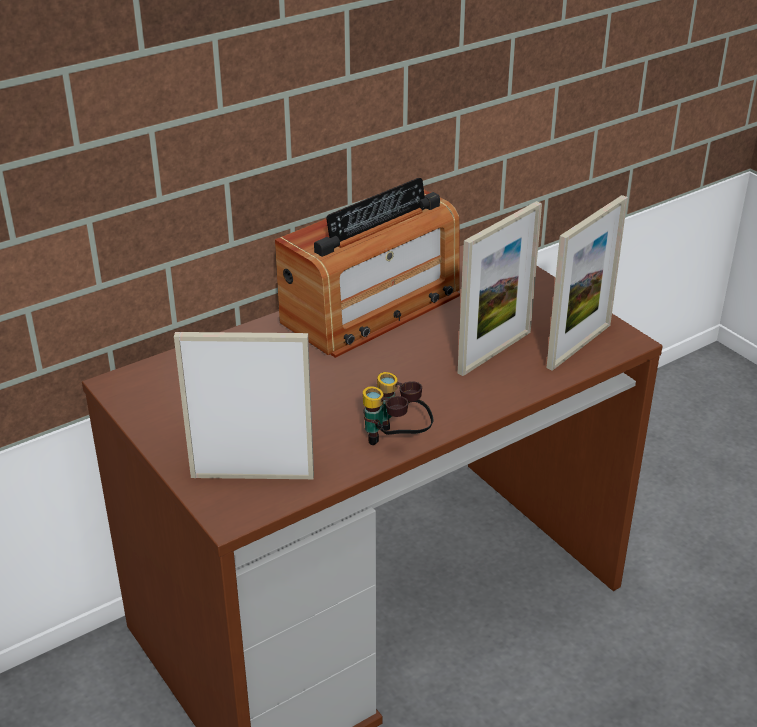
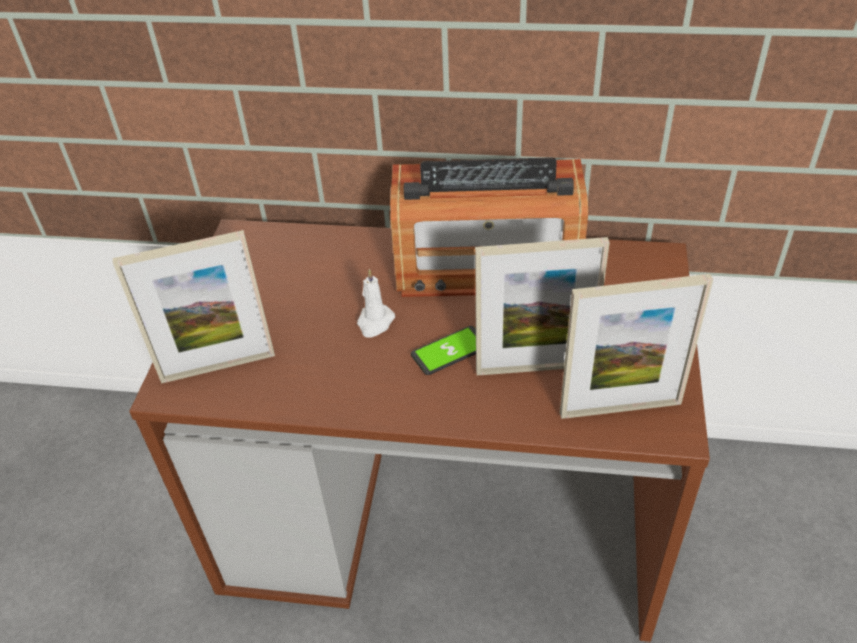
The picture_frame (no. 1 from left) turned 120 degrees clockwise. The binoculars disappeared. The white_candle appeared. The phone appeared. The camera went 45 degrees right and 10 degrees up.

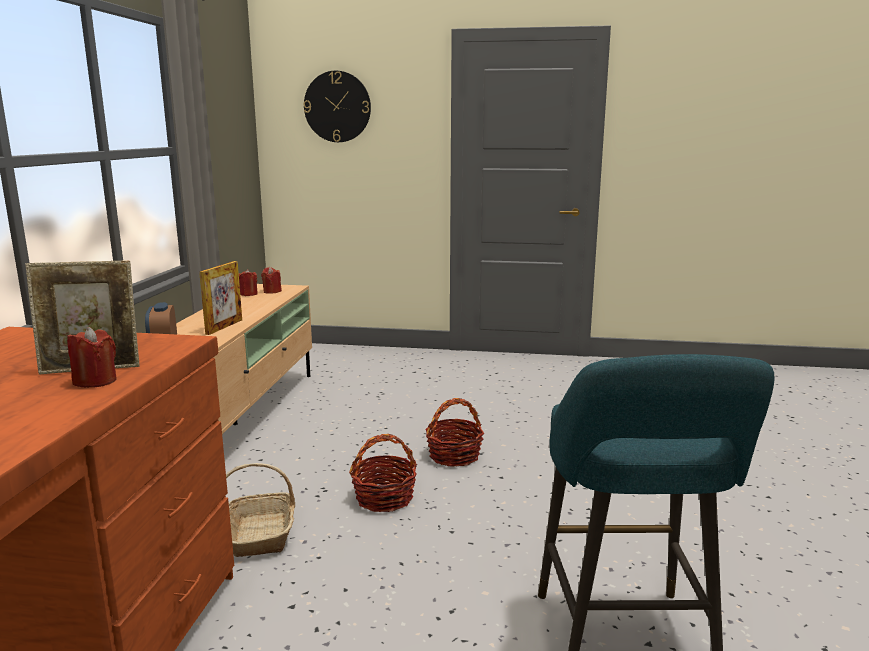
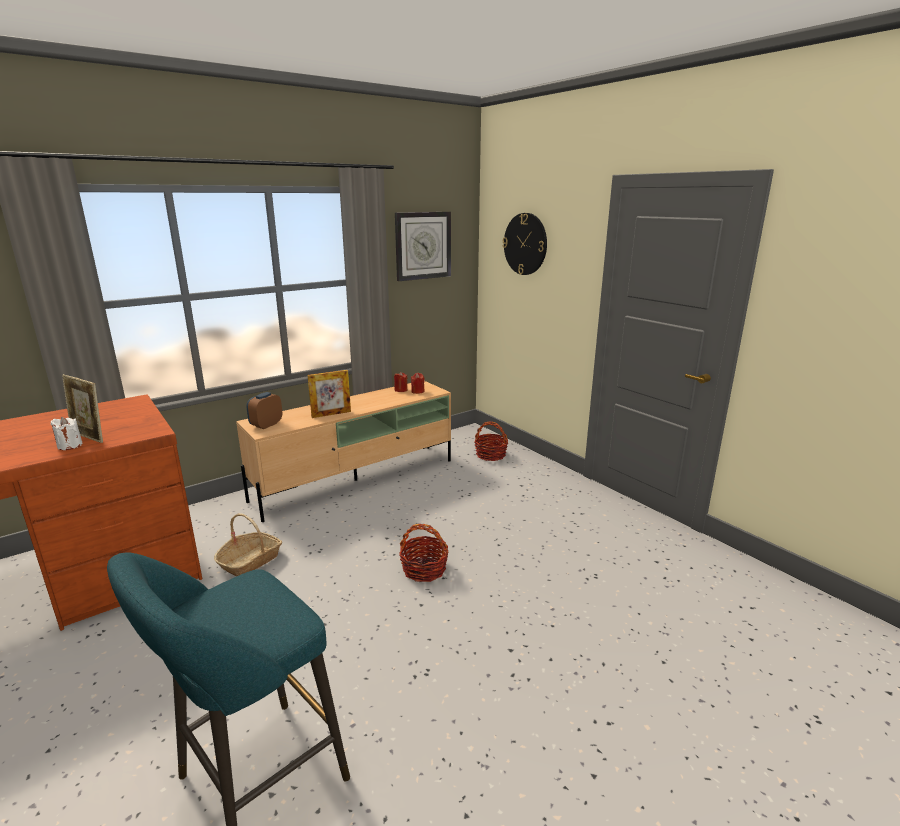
The red_candle (no. 1 from left) became the white_candle. The basket (no. 2 from left in the first image) moved. The wall_clock (no. 1 from left) appeared. The camera went 45 degrees right and 5 degrees up.

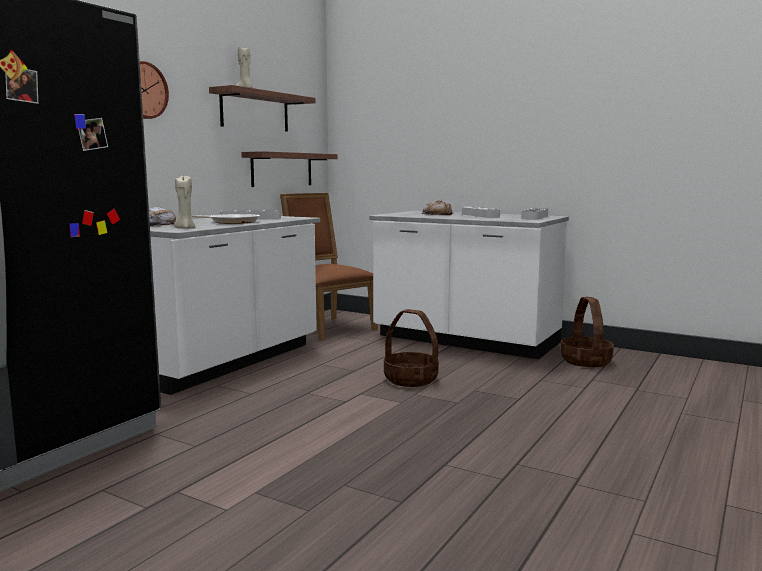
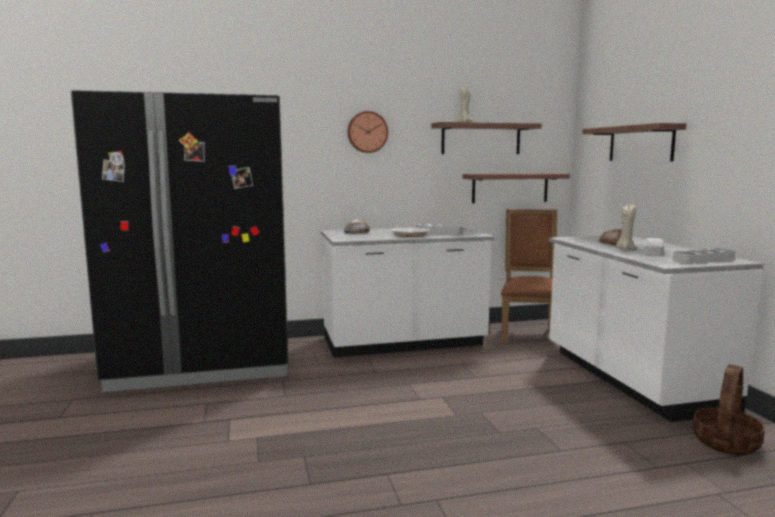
The beige_candle (no. 1 from left in the first image) moved. The basket (no. 1 from left) disappeared. The shelf (no. 3 from left) appeared. The camera went 45 degrees right and 0 degrees up.

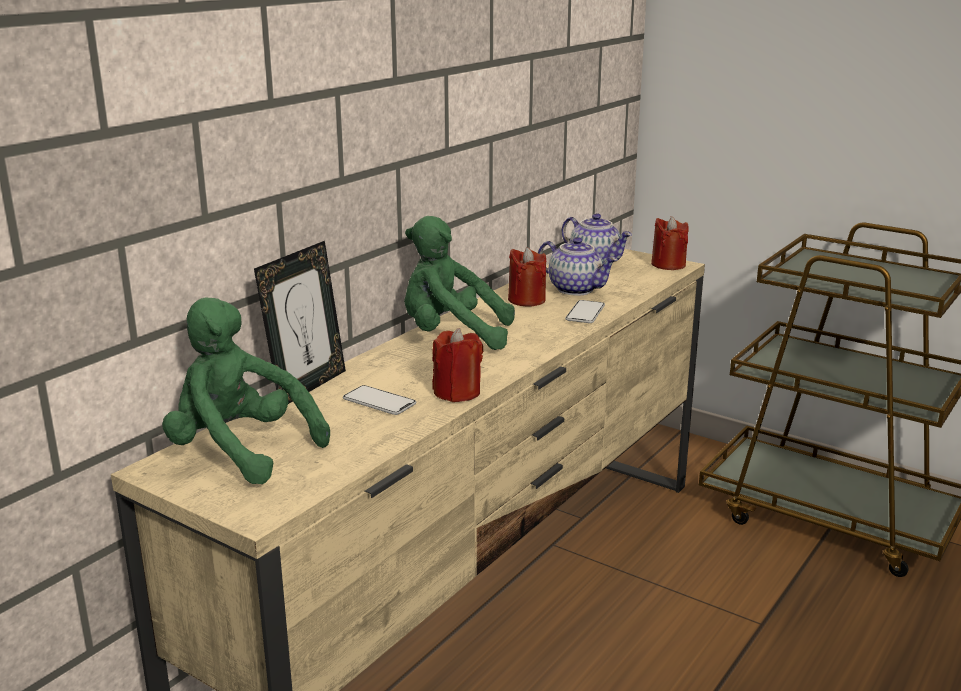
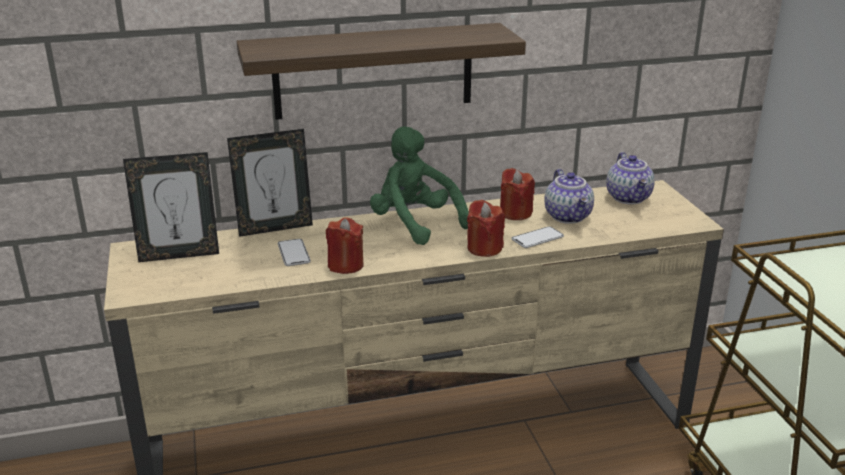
The red_candle (no. 3 from left in the first image) moved. The green_plush_toy (no. 1 from left) was replaced by the picture_frame (no. 1 from left). The shelf appeared. The camera went 40 degrees right and 5 degrees up.

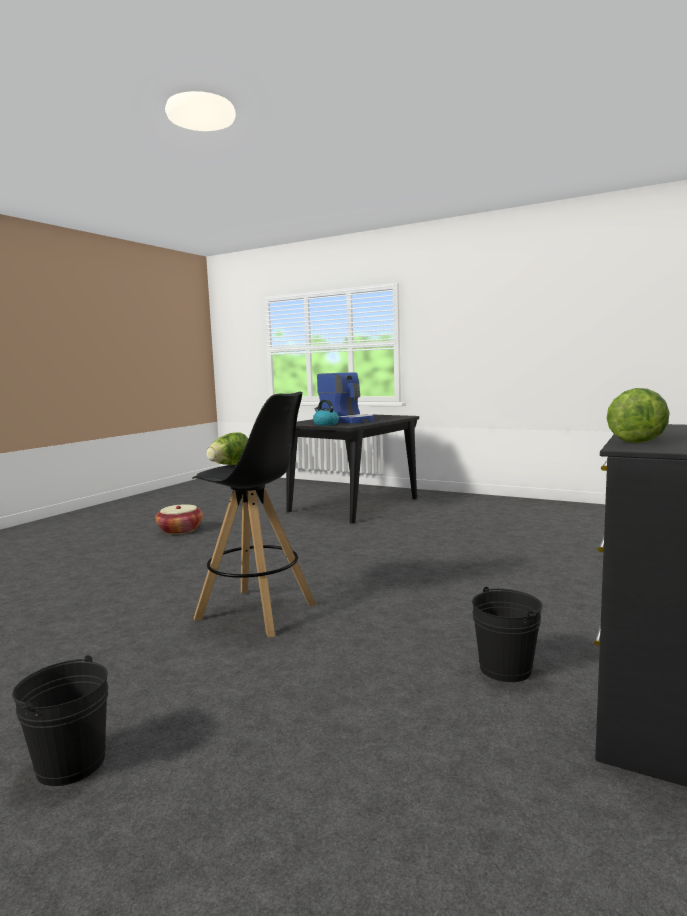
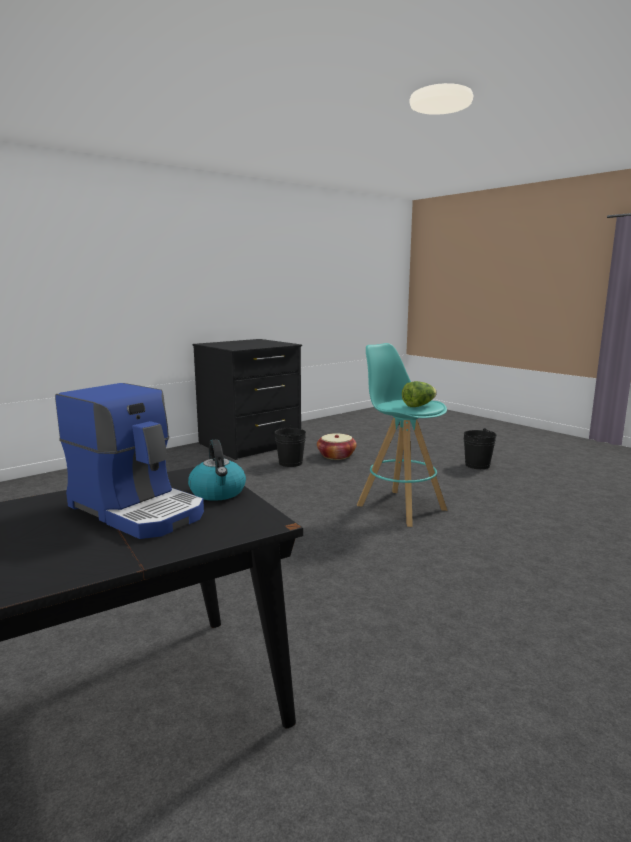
The coffee_machine turned 150 degrees clockwise. The lettuce (no. 2 from left) disappeared. The black_stool became the turquoise_stool. The basket moved. The camera went 160 degrees left and 5 degrees up.

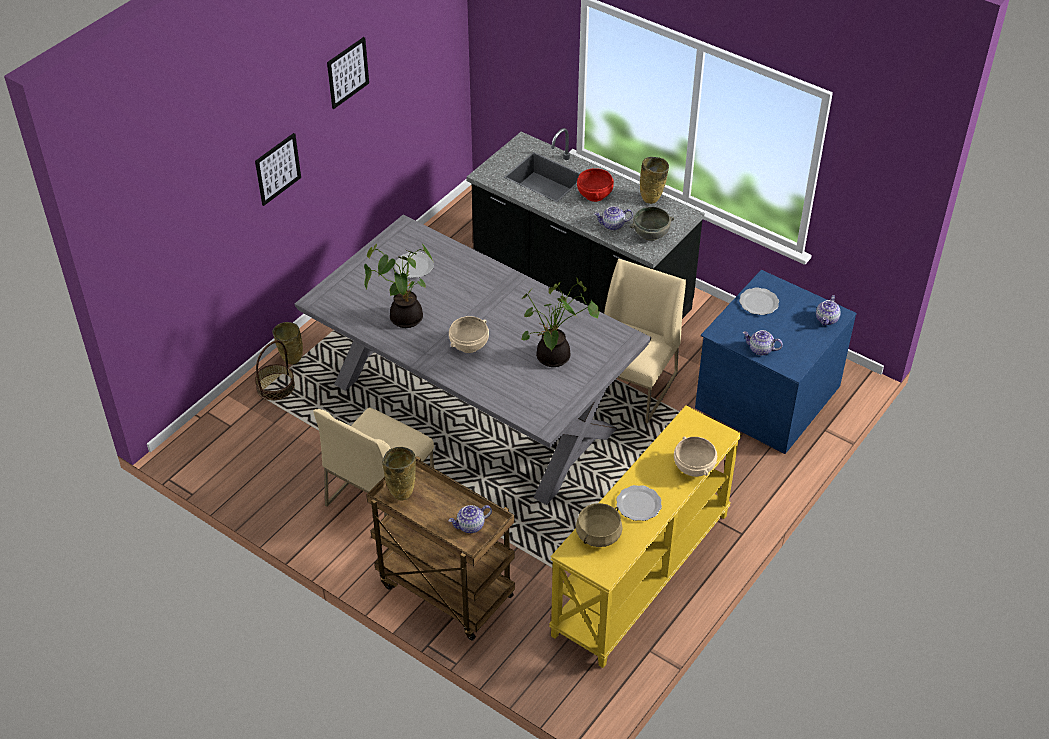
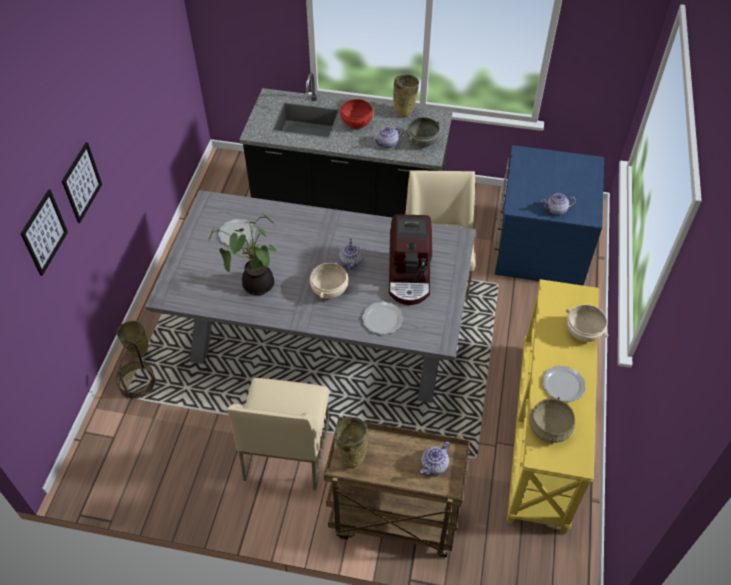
The picture (no. 2 from left in the first image) moved. The potted_plant (no. 2 from left) was replaced by the coffee_machine. The plate (no. 3 from left in the first image) moved. The teapot (no. 4 from left in the first image) moved. The camera went 25 degrees left and 5 degrees up.

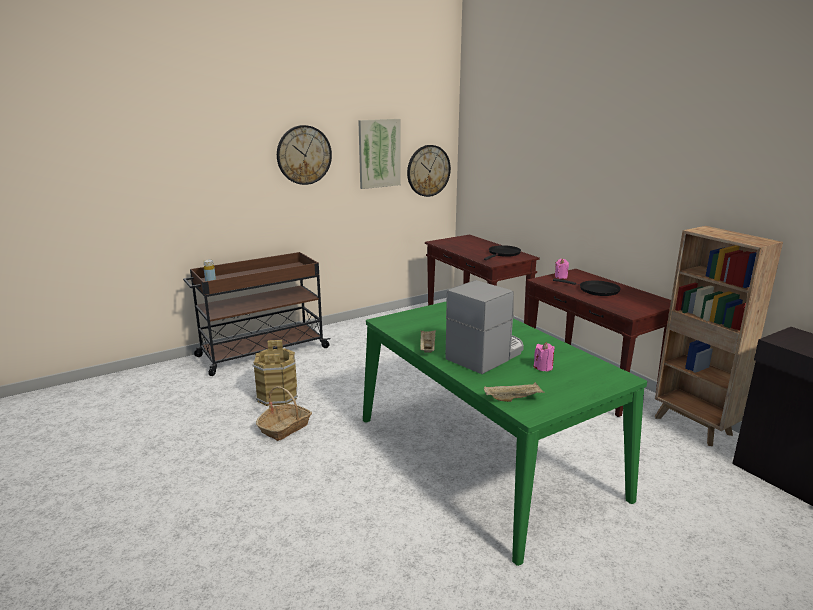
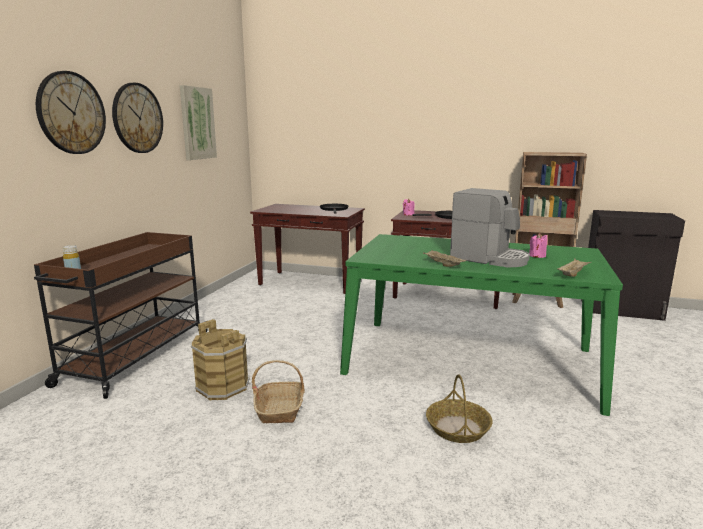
The wall_clock (no. 2 from left in the first image) moved. The coffee_machine turned 120 degrees clockwise. The basket (no. 2 from left) appeared. The camera went 40 degrees left and 5 degrees down.

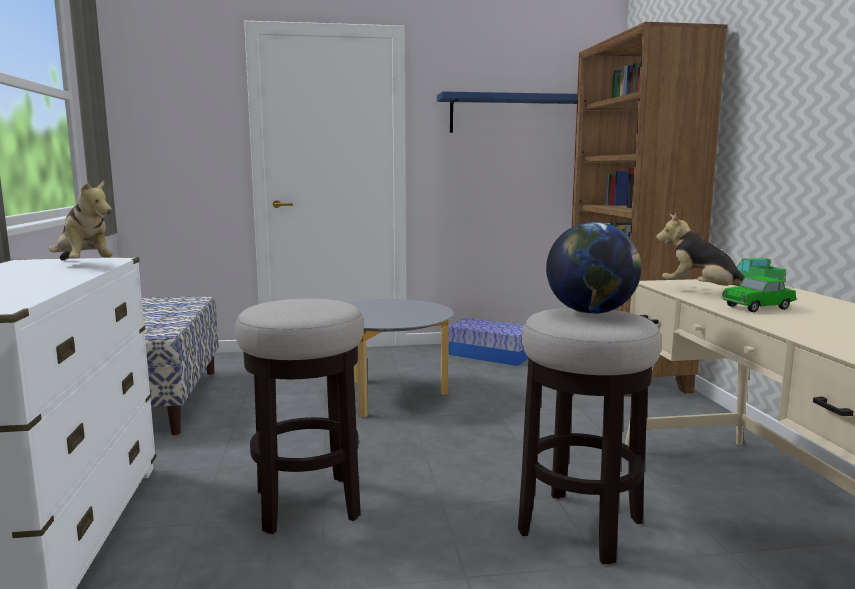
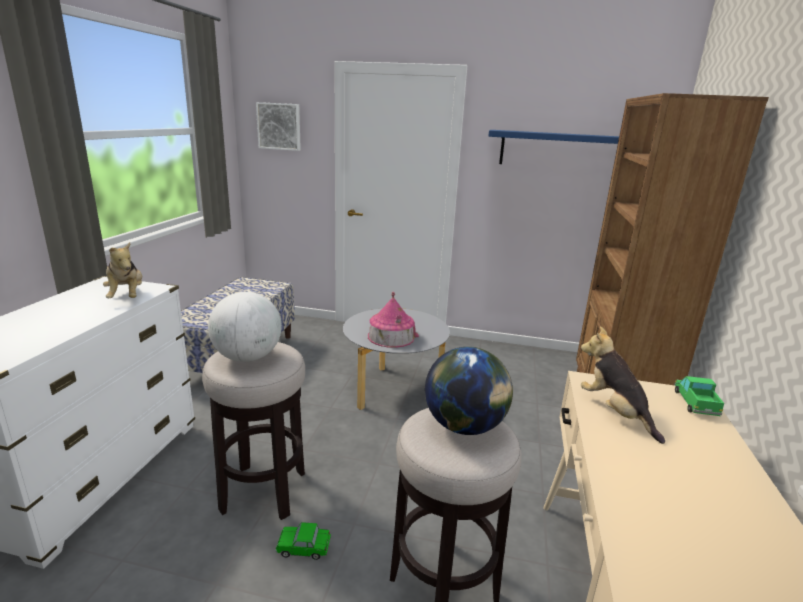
The toy_car moved. The storage_box disappeared. The picture appeared. The globe (no. 1 from left) appeared. The toy_house appeared. The camera went 20 degrees right and 10 degrees up.

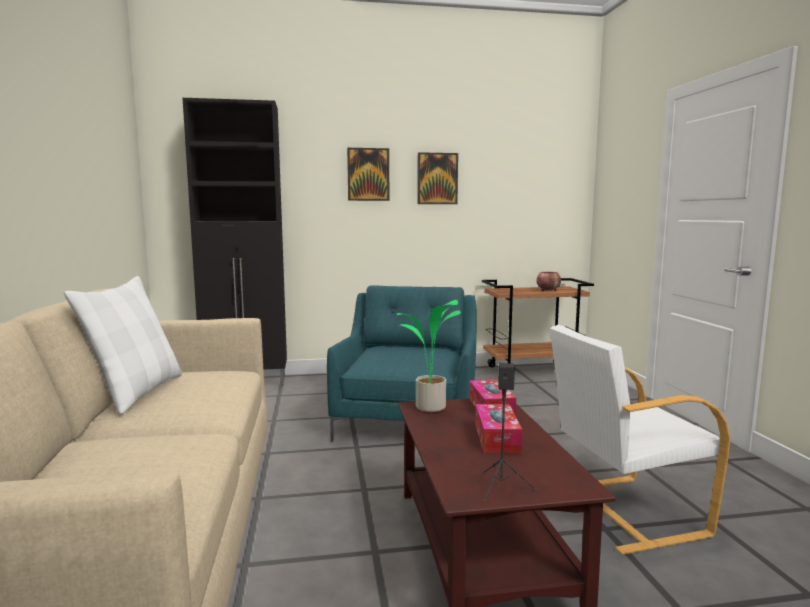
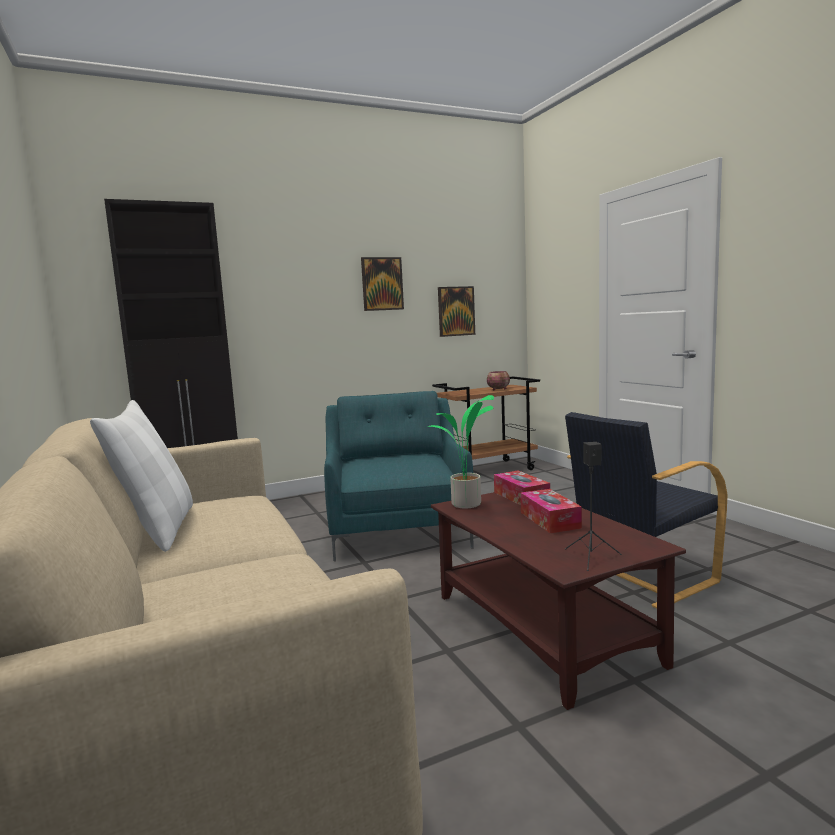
The picture (no. 1 from left in the first image) moved. The white_armchair became the black_armchair. The camera went 15 degrees left and 0 degrees up.

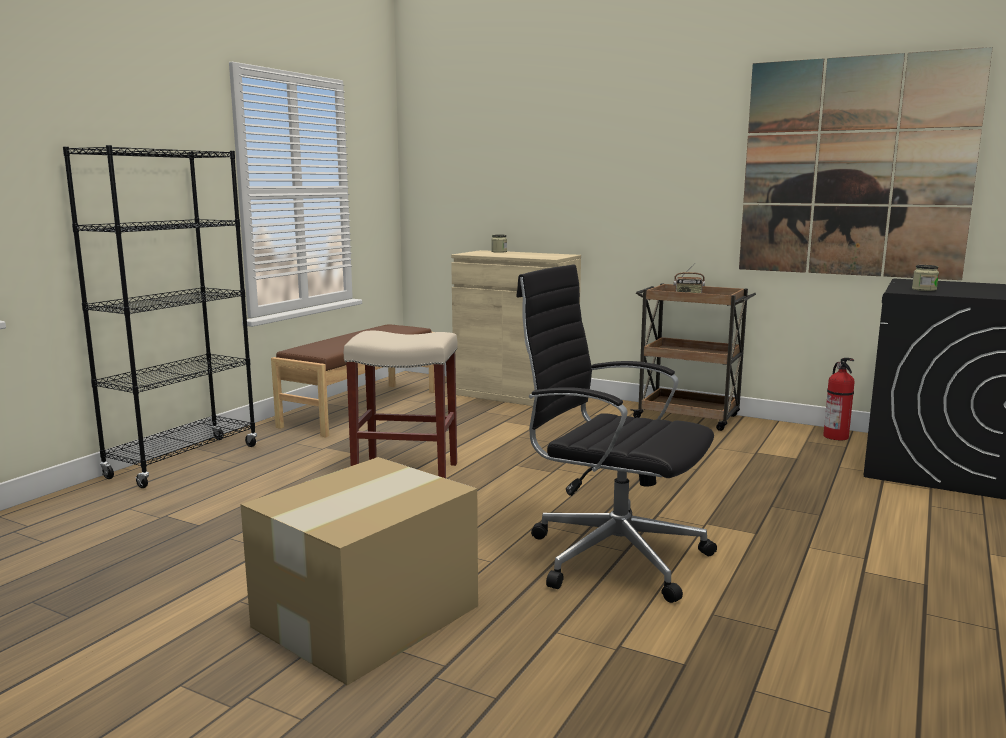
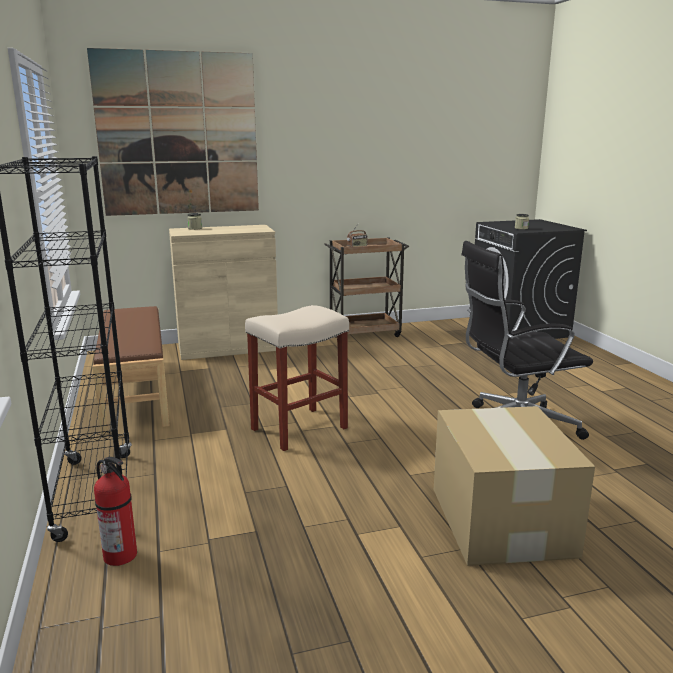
The picture moved. The fire_extinguisher moved. The camera went 45 degrees left and 5 degrees up.

